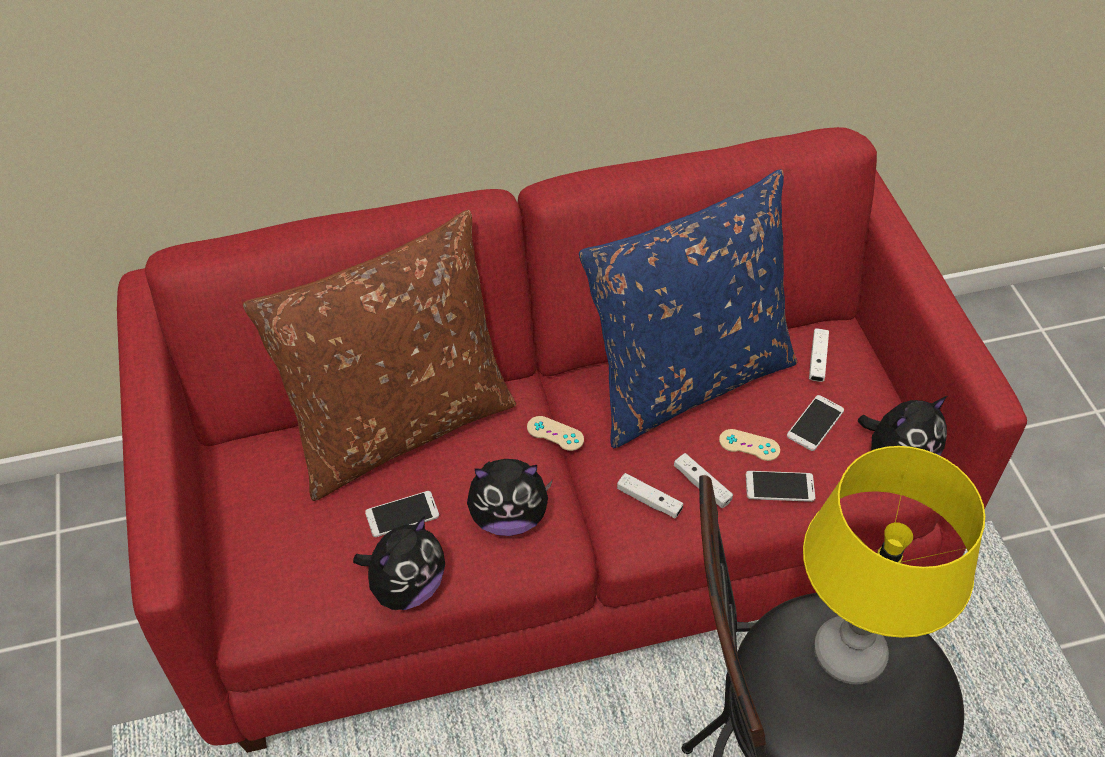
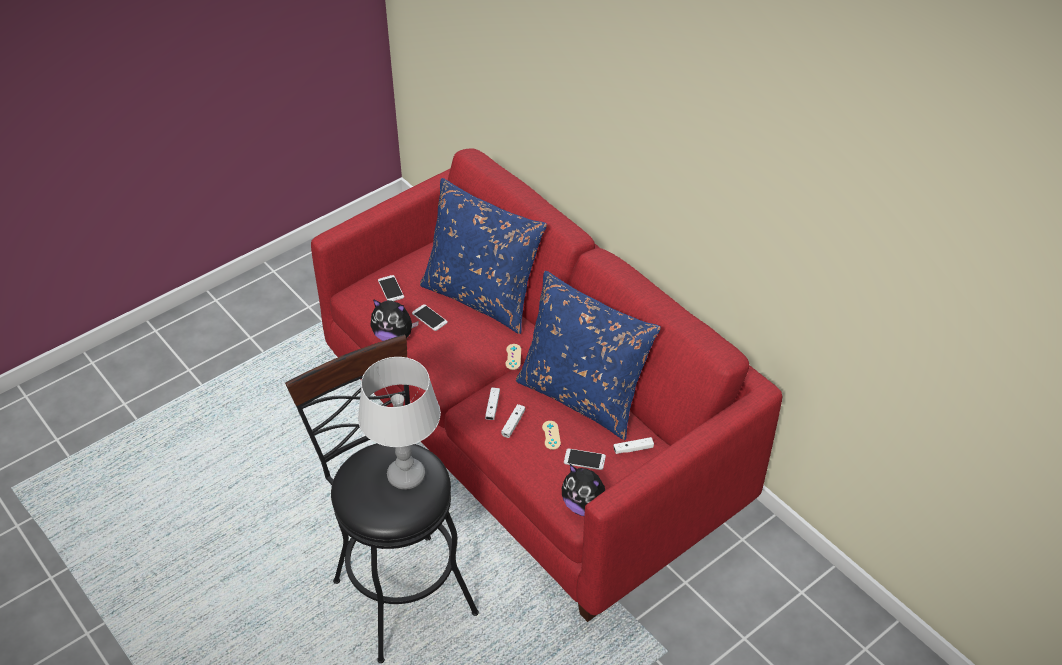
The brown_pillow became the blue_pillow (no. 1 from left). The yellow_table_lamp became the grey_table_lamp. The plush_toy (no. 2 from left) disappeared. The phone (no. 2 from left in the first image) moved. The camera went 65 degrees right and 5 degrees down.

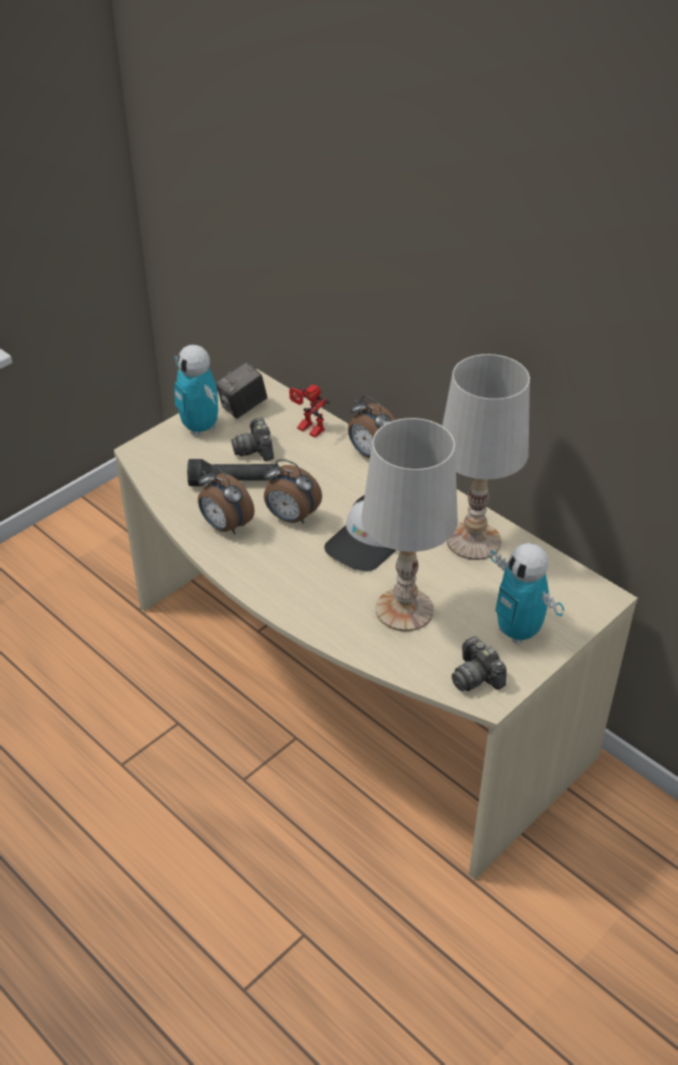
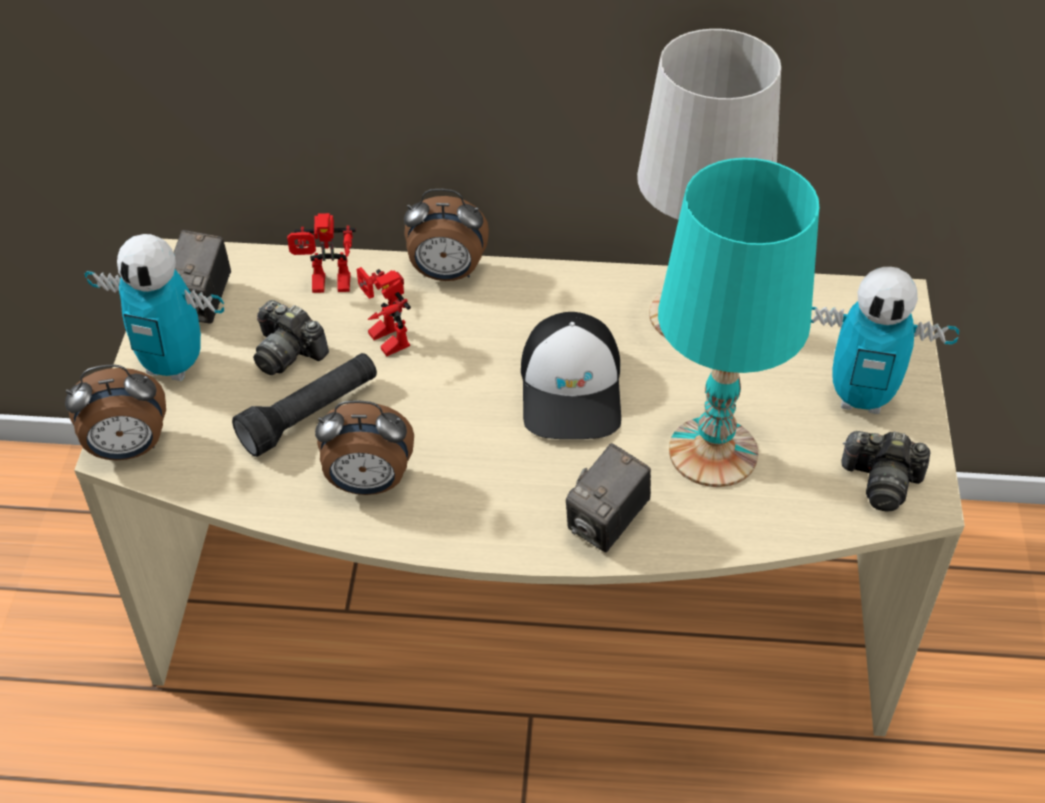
The white_table_lamp (no. 1 from left) became the turquoise_table_lamp. The alarm_clock (no. 2 from left in the first image) moved. The toy_robot (no. 3 from left) appeared. The photo_camera (no. 3 from left) appeared. The camera went 40 degrees left and 5 degrees up.

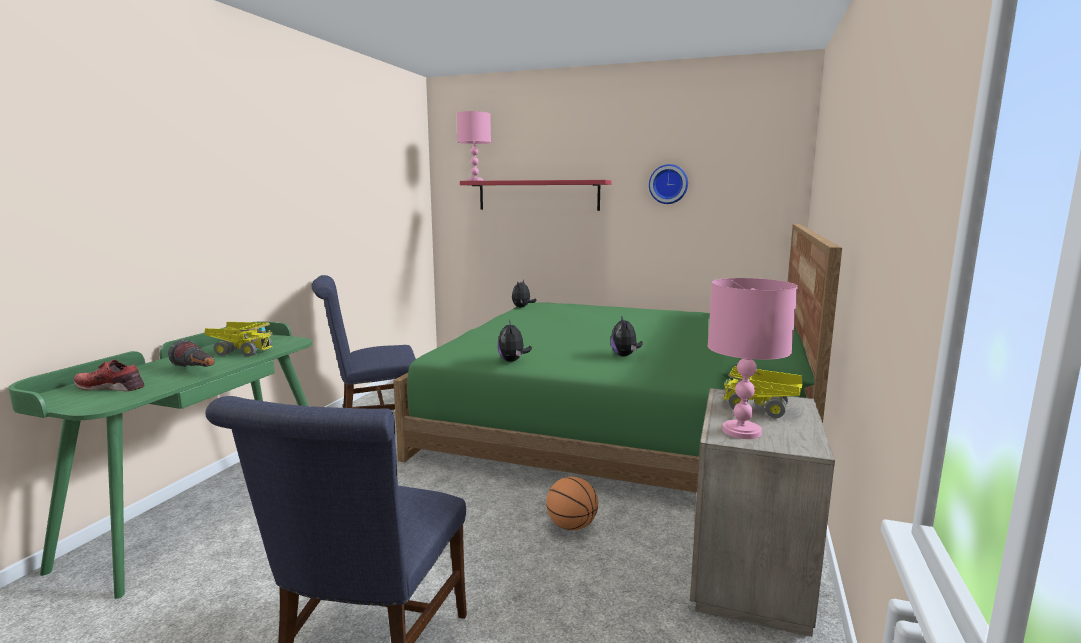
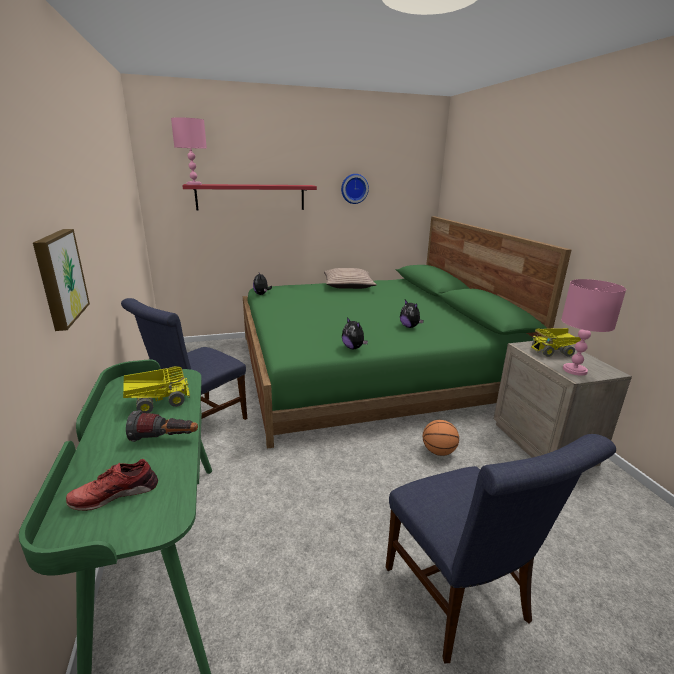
The picture appeared. The pillow appeared. The camera went 35 degrees left and 10 degrees up.

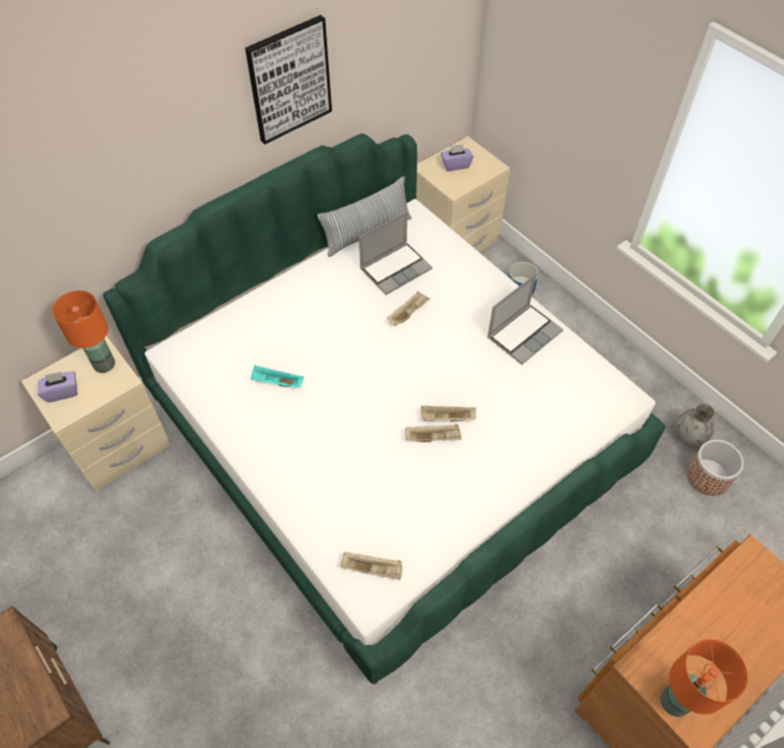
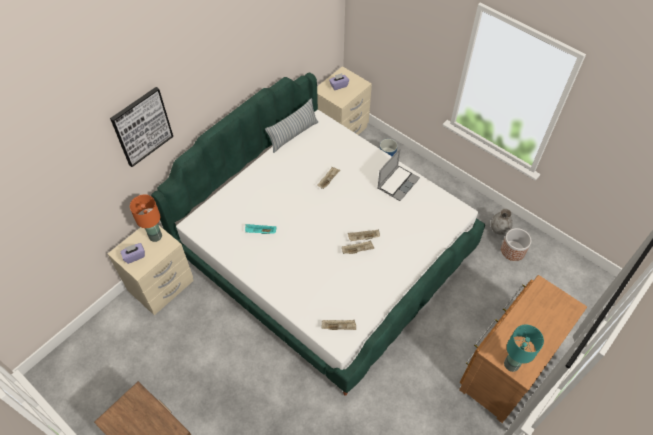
The picture moved. The laptop (no. 1 from left) disappeared. The orange_table_lamp (no. 2 from left) became the turquoise_table_lamp. The camera went 10 degrees left and 0 degrees up.

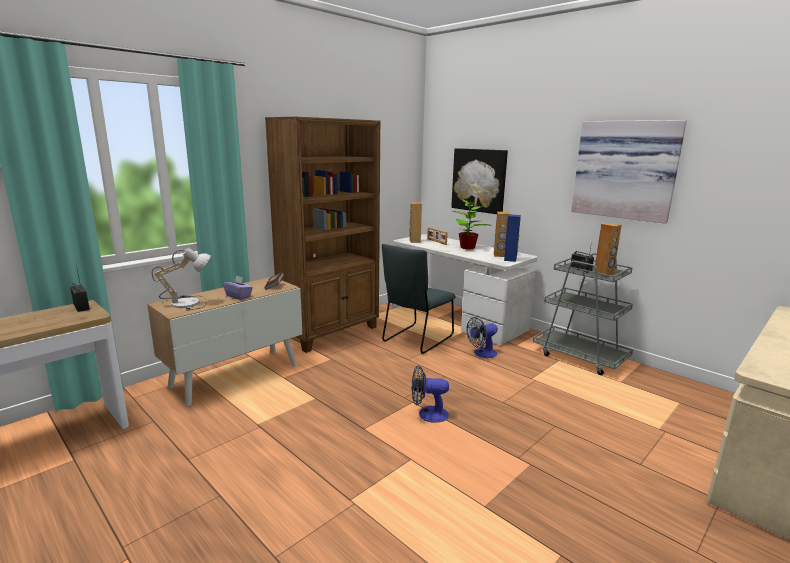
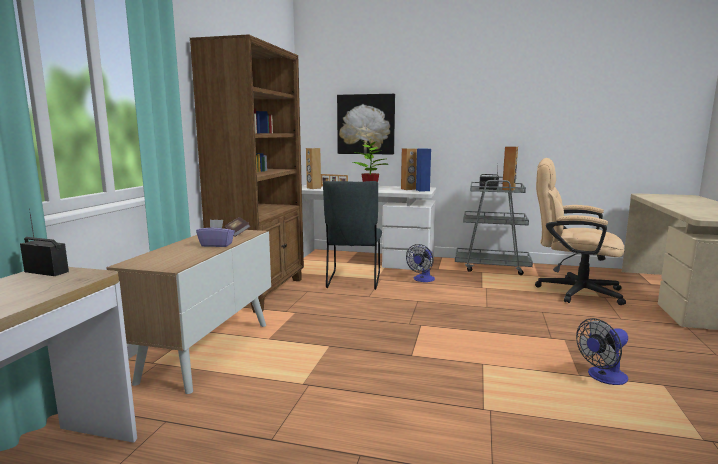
The picture (no. 2 from left) disappeared. The table_lamp disappeared. The fan (no. 1 from left in the first image) moved. The beige_office_chair appeared. The camera went 30 degrees left and 5 degrees down.

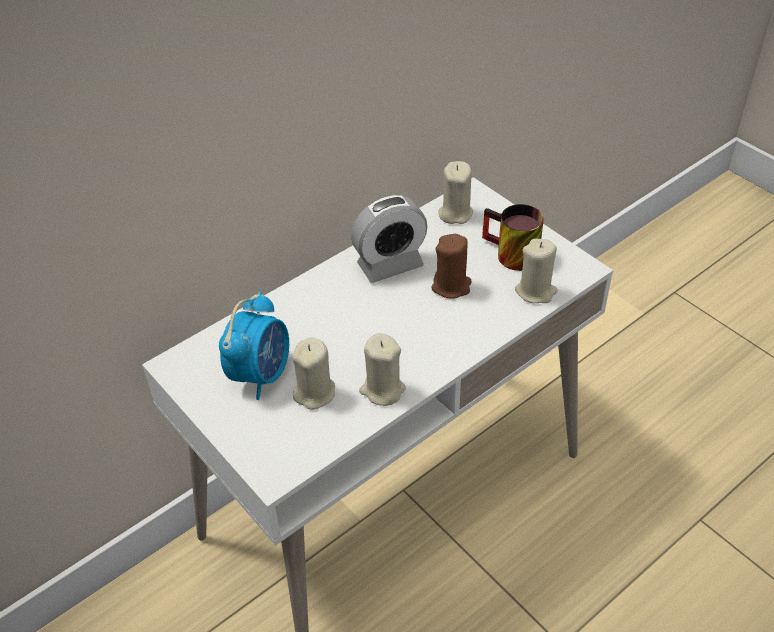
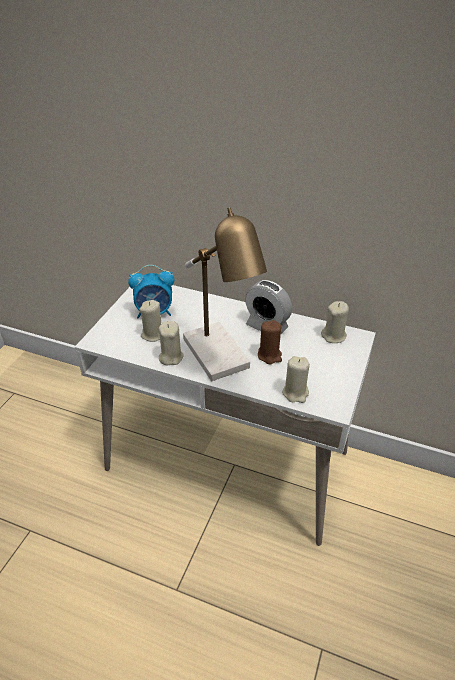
The mug disappeared. The table_lamp appeared. The camera went 60 degrees right and 5 degrees down.

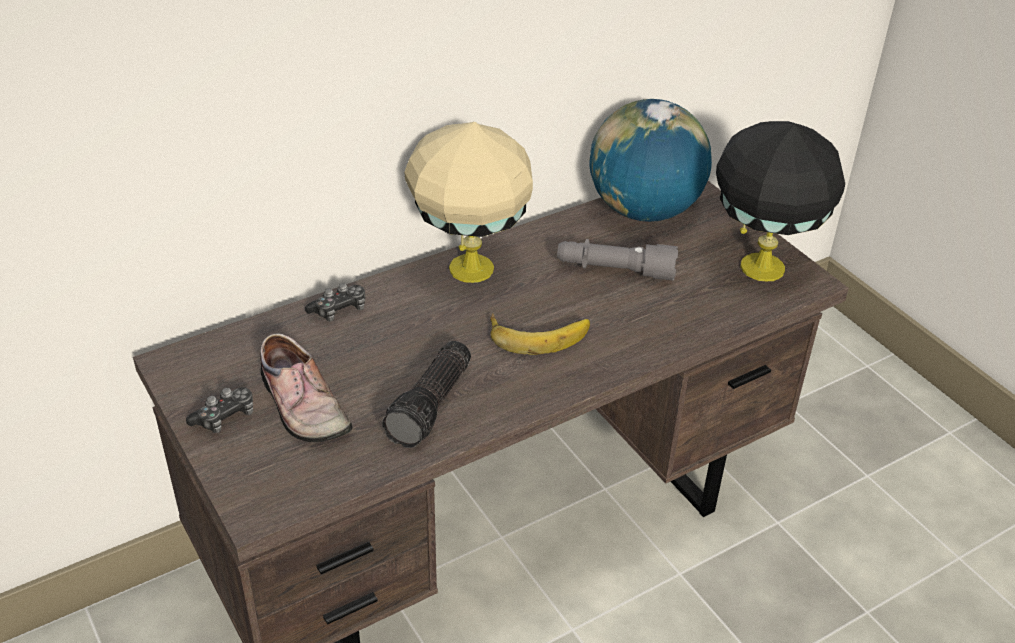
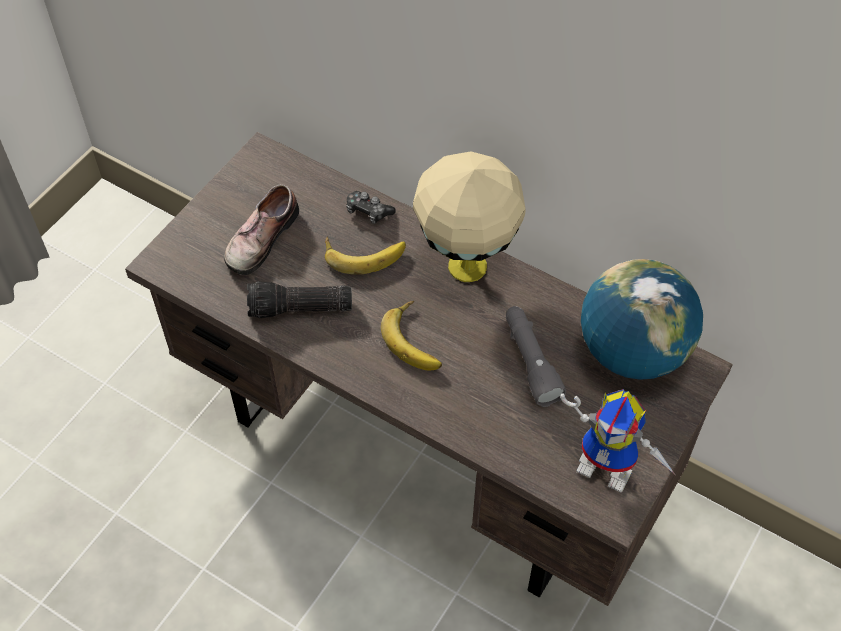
The black_table_lamp was replaced by the toy_robot. The game_controller (no. 1 from left) disappeared. The banana (no. 1 from left) appeared. The camera went 65 degrees right and 15 degrees up.

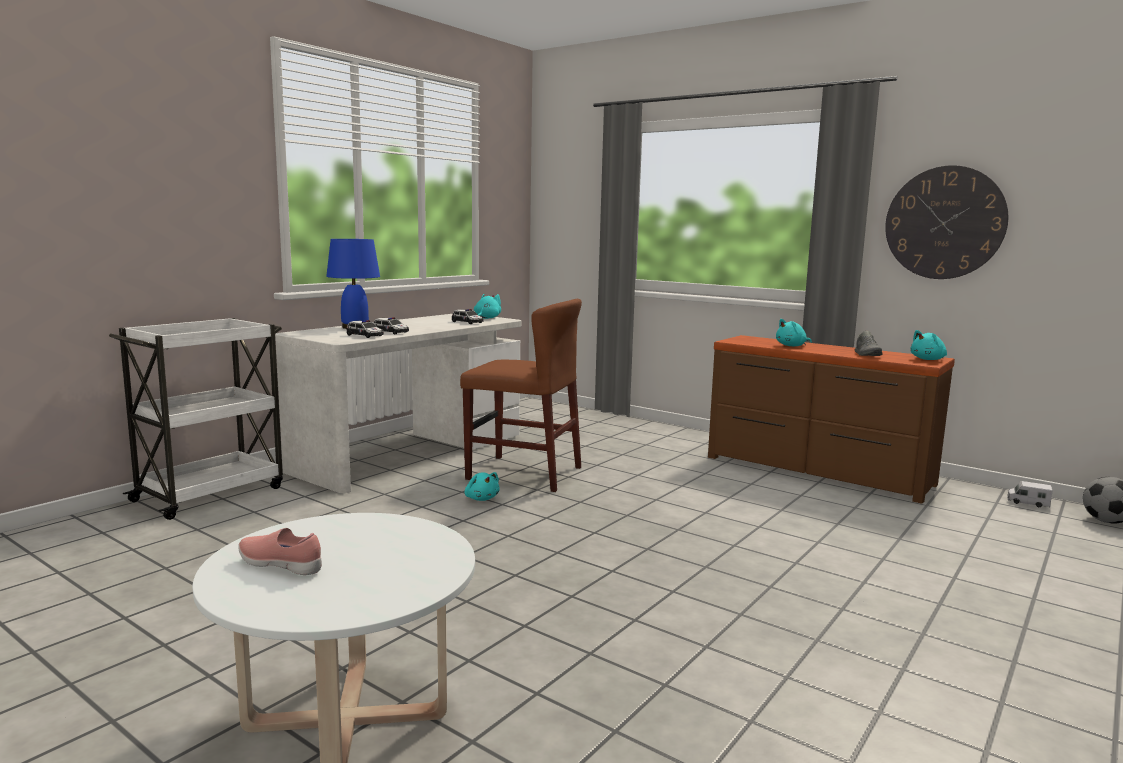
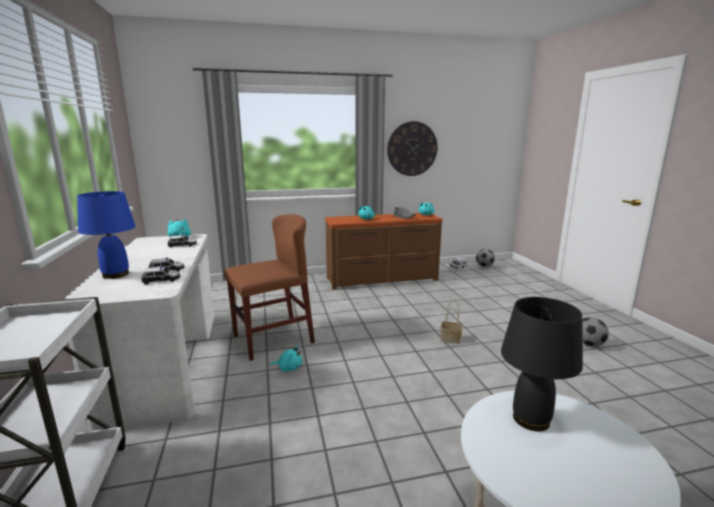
The pink_shoe disappeared. The black_table_lamp appeared. The basket appeared. The football (no. 2 from left) appeared. The camera went 50 degrees left and 5 degrees up.

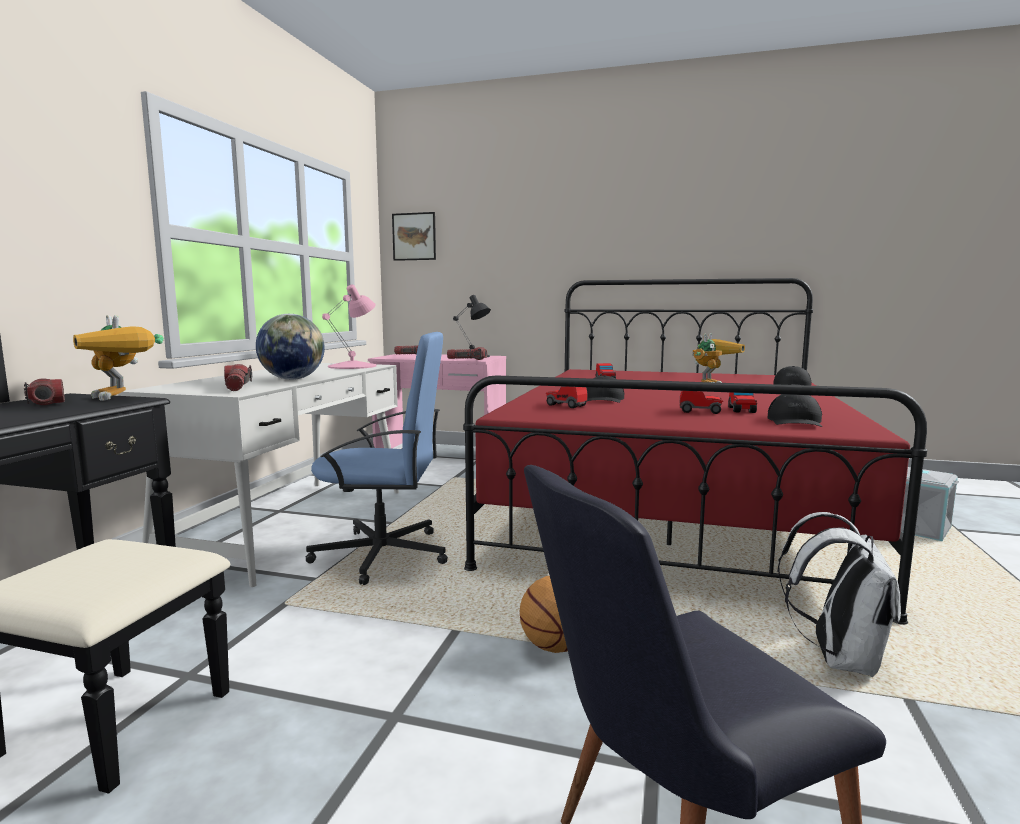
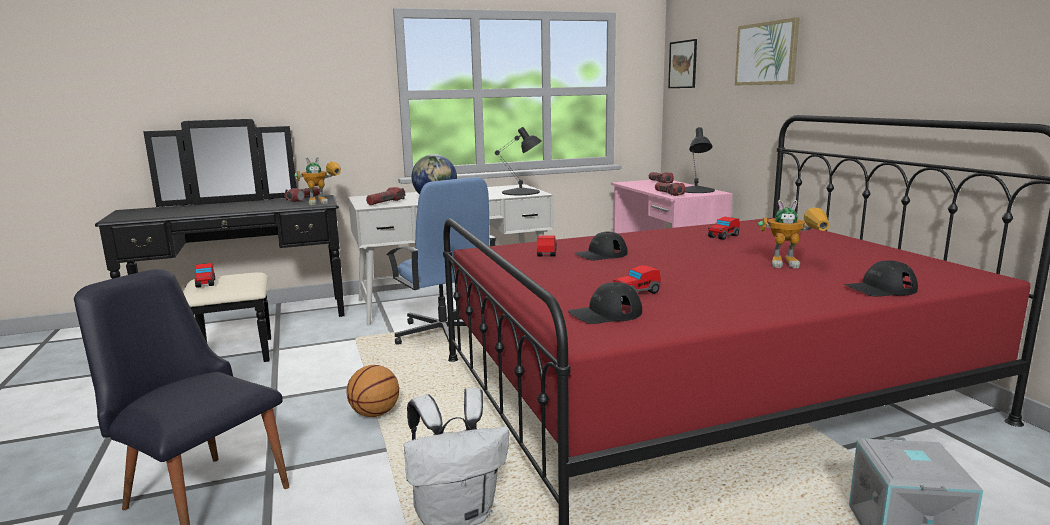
The pink_table_lamp became the black_table_lamp (no. 1 from left). The toy_robot (no. 1 from left) turned 120 degrees counterclockwise. The toy_car (no. 3 from left in the first image) moved. The picture (no. 2 from left) appeared. The camera went 55 degrees right and 5 degrees up.

